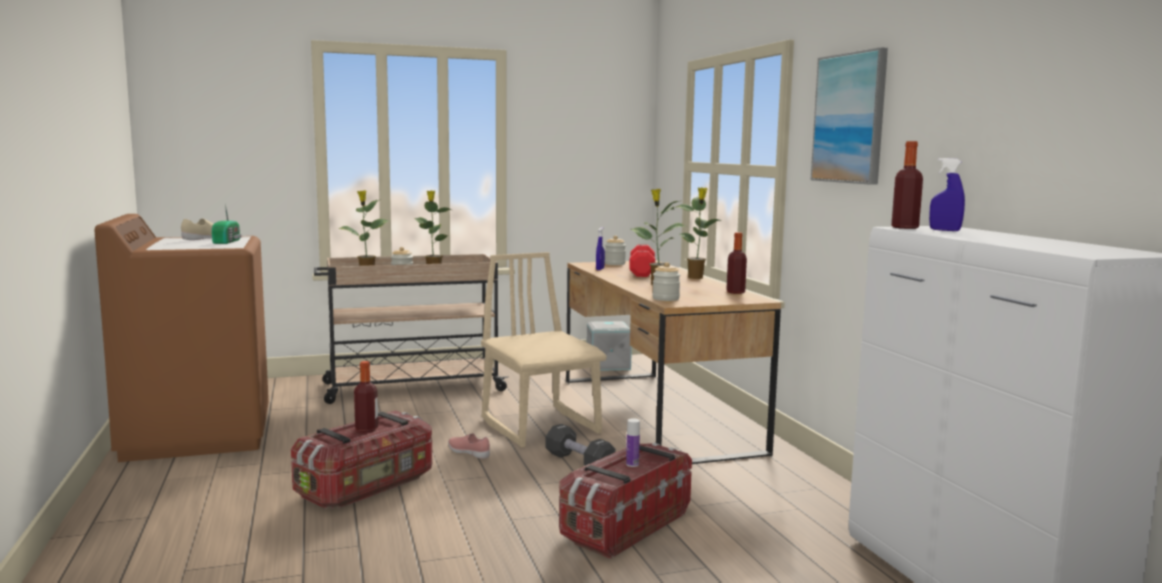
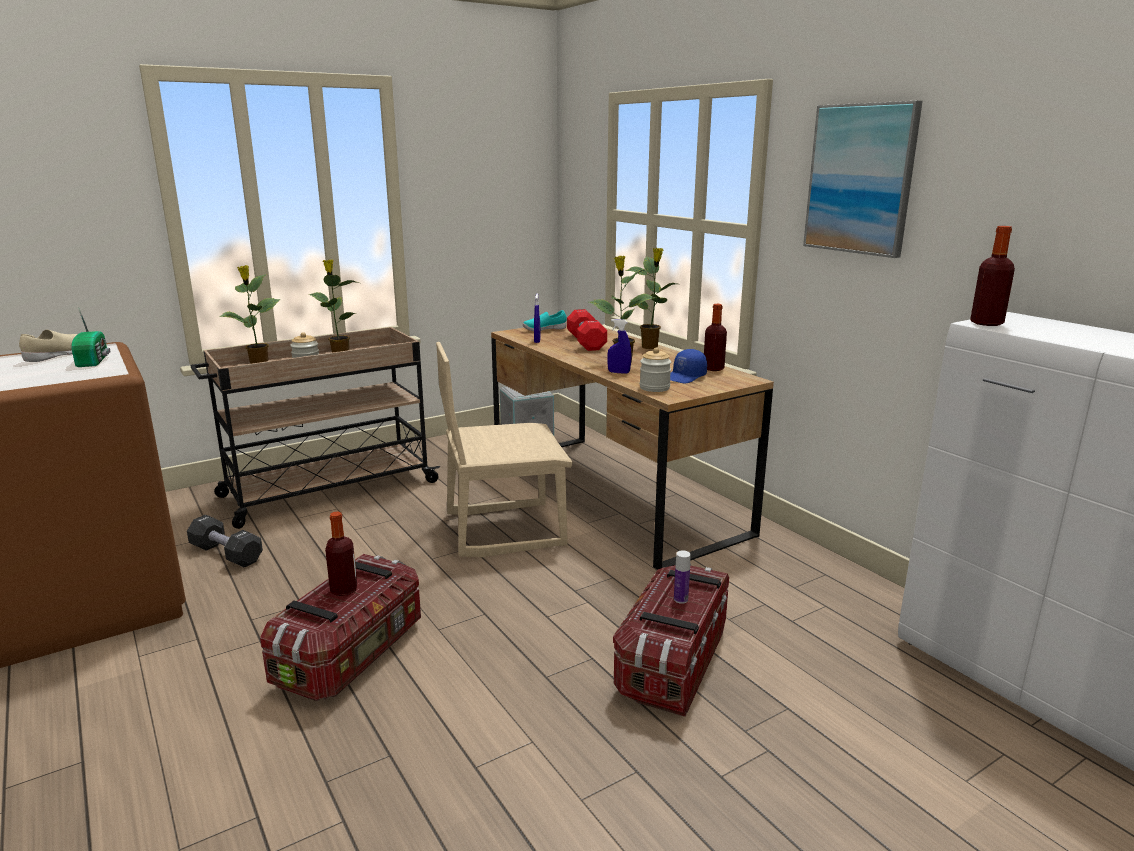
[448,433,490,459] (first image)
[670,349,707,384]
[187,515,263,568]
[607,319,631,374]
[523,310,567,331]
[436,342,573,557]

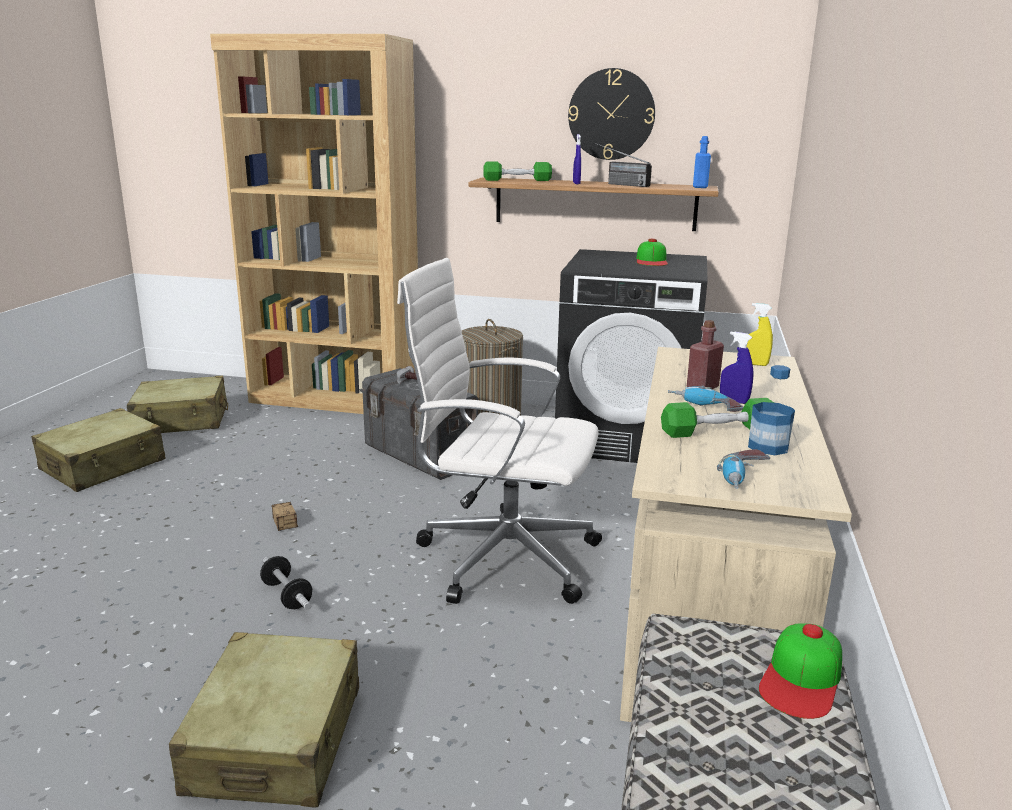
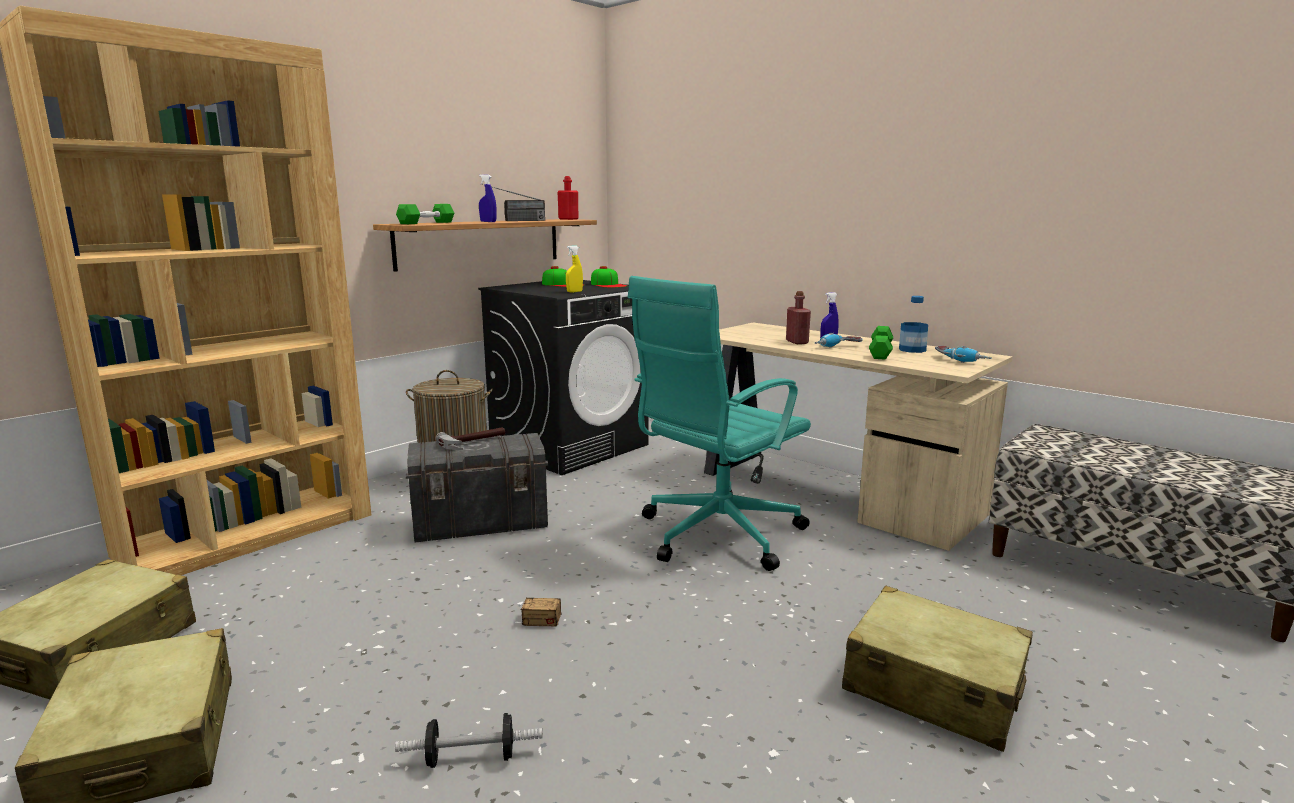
[568,68,655,160] (first image)
[395,713,542,768]
[566,246,583,292]
[591,266,627,288]
[628,276,811,571]
[558,176,579,220]

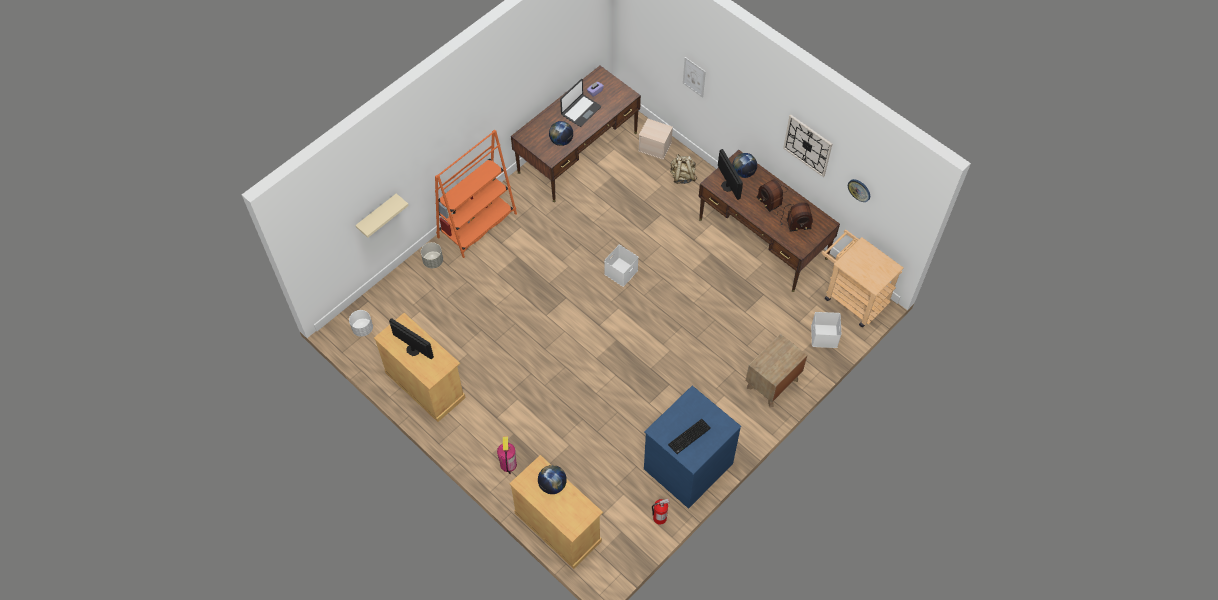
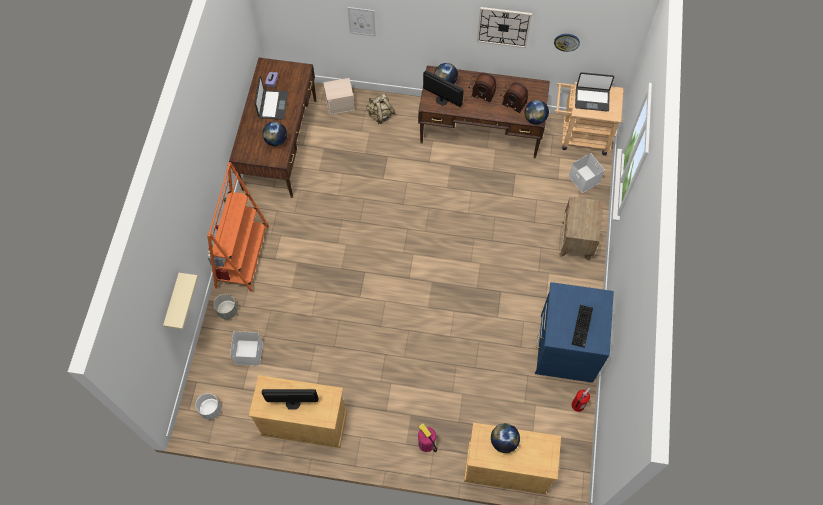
[524,100,549,125]
[575,72,614,111]
[230,331,263,366]
[500,82,528,113]

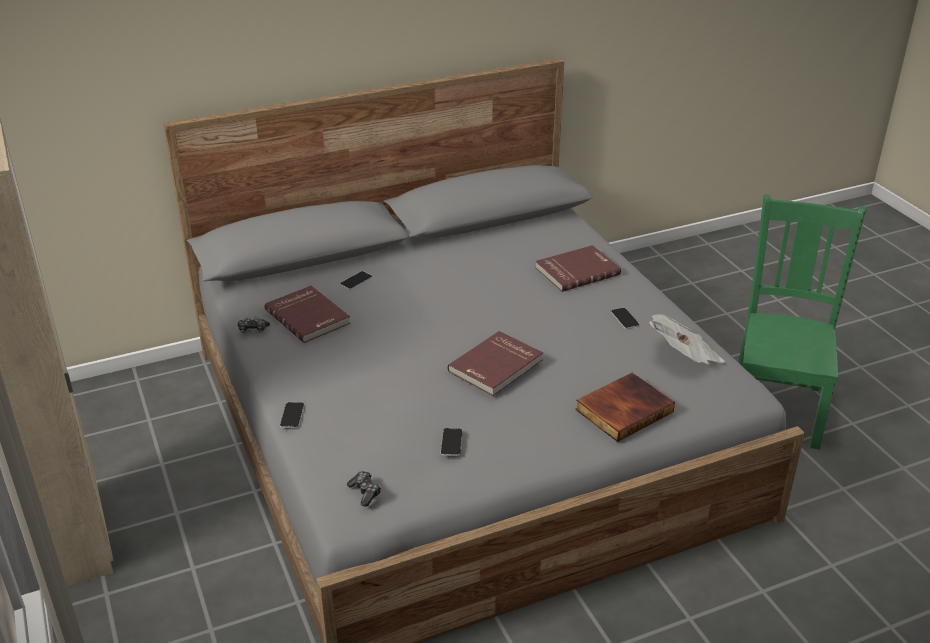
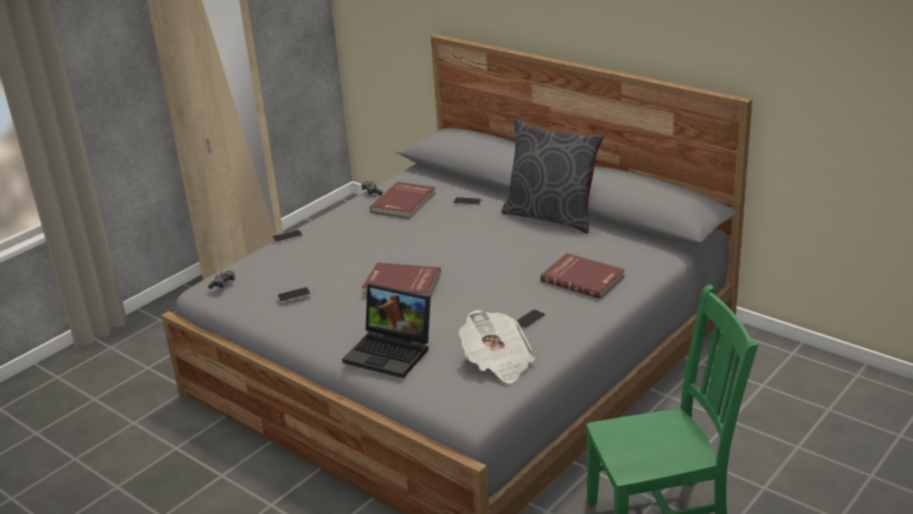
[501,119,604,233]
[342,283,431,378]

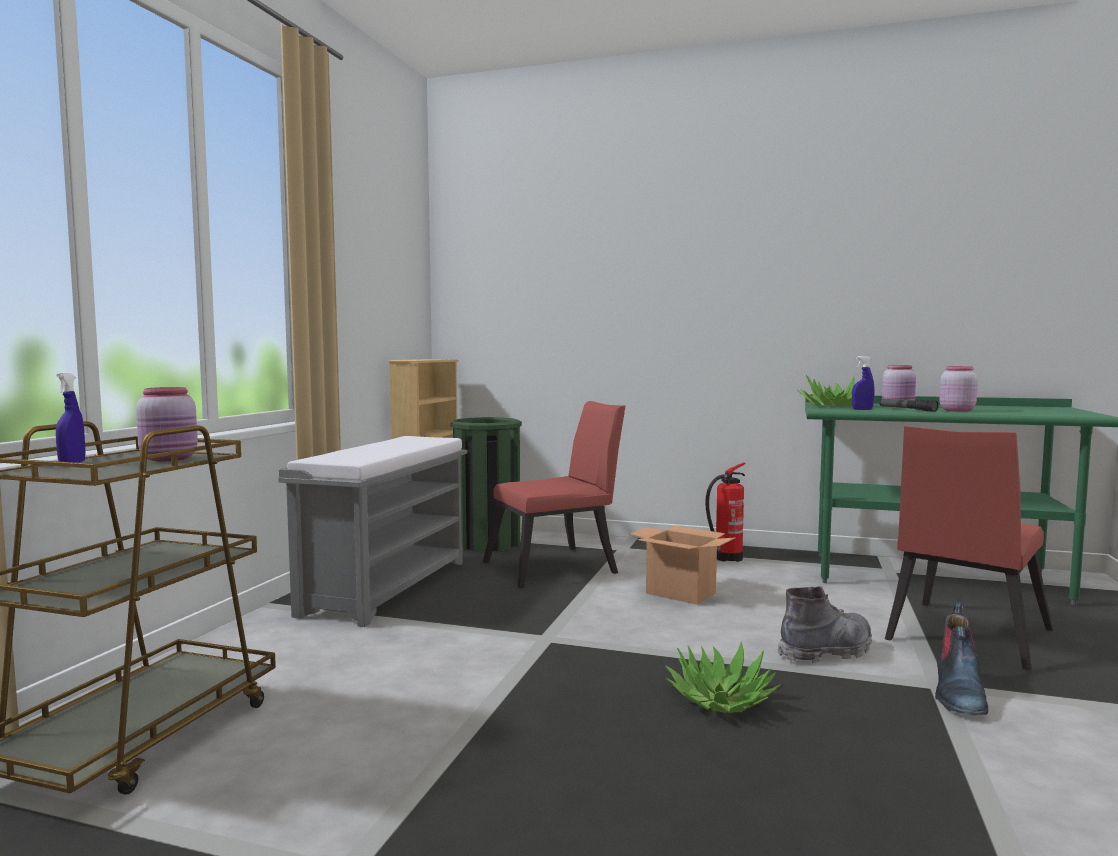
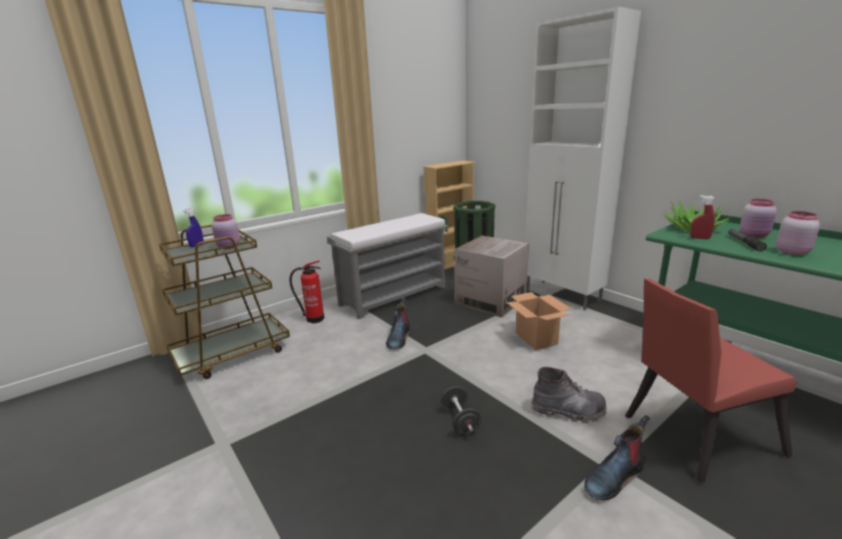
[386,297,410,350]
[525,7,641,310]
[289,260,324,323]
[454,236,529,317]
[441,386,481,435]
[690,195,715,239]

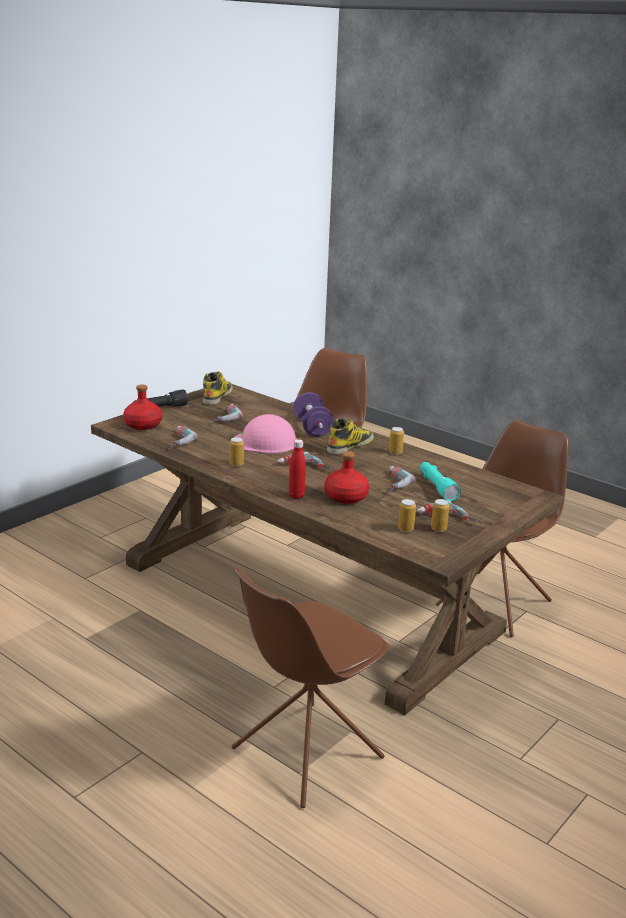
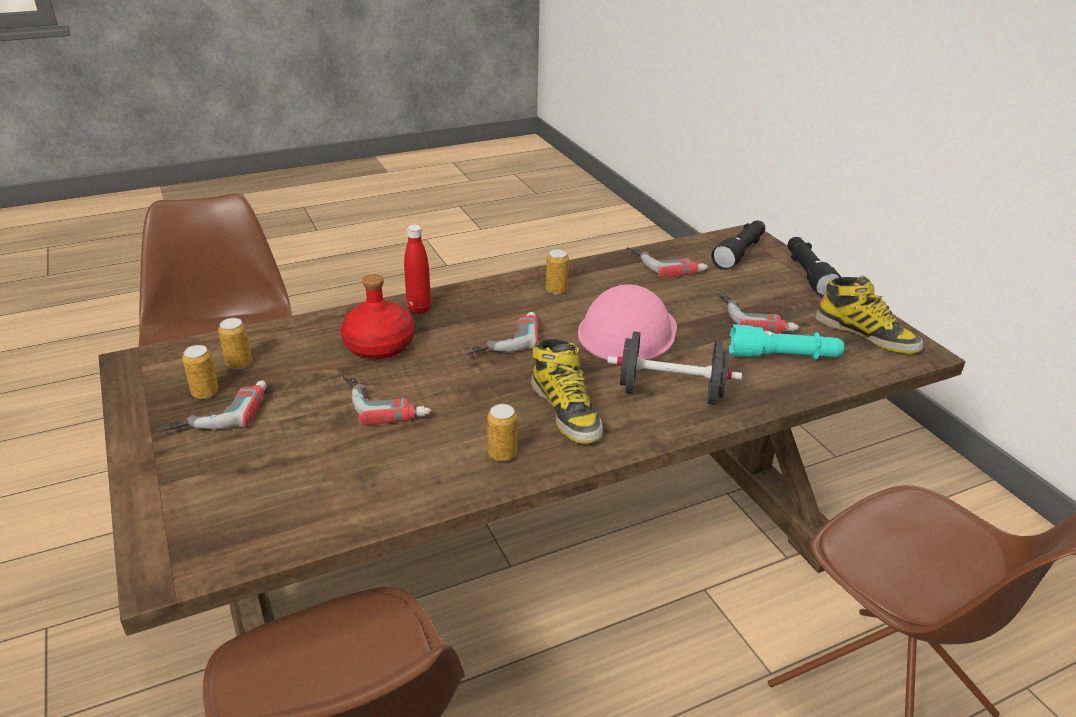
[729,324,844,360]
[711,220,765,270]
[607,331,742,405]

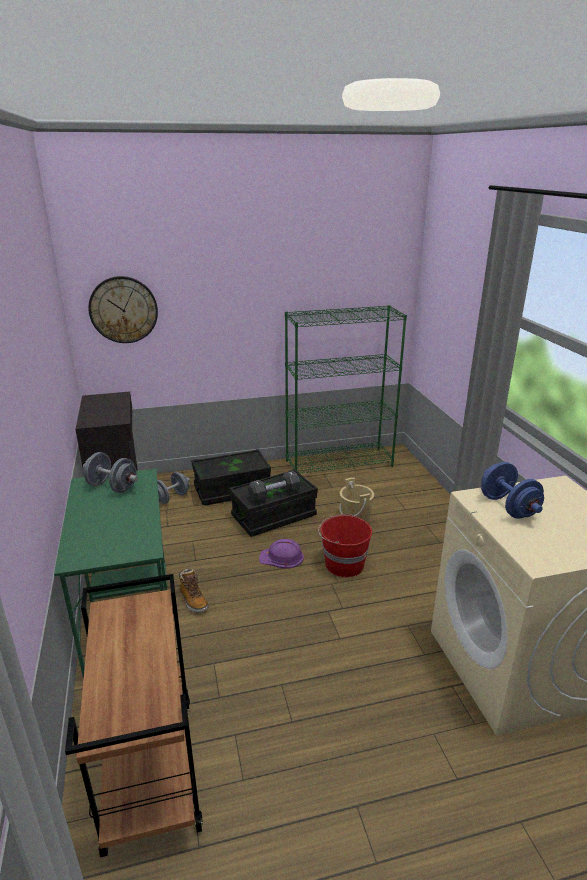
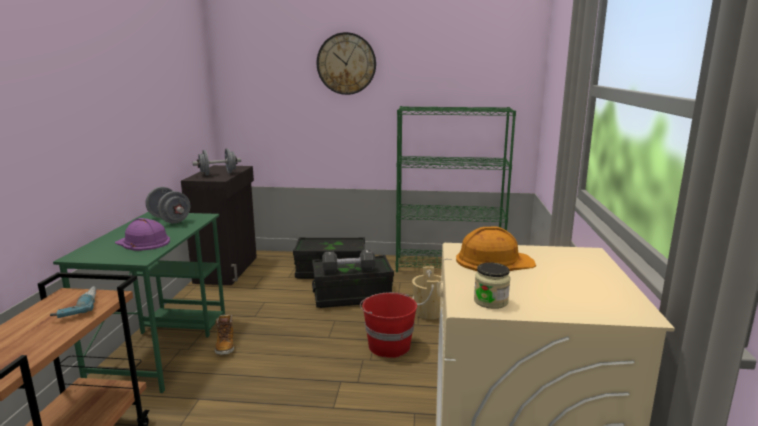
[50,287,96,318]
[474,263,510,309]
[317,32,376,95]
[193,148,241,175]
[115,218,170,251]
[456,227,536,271]

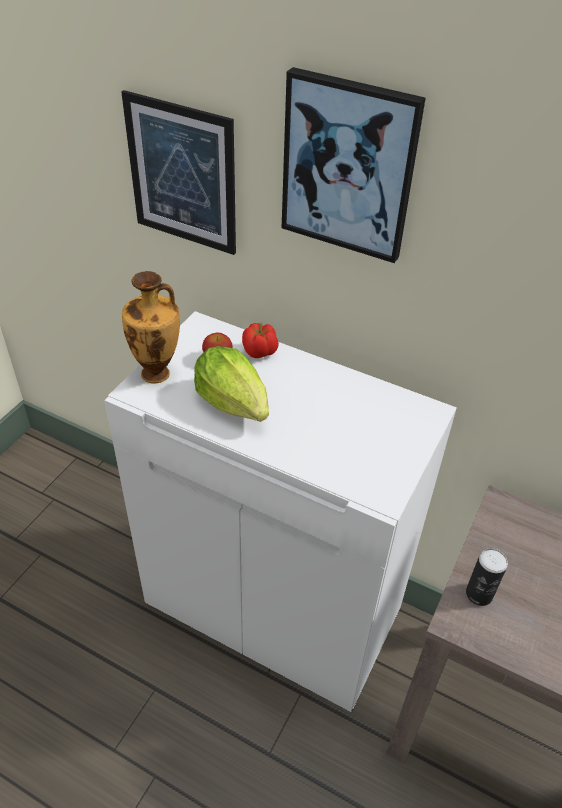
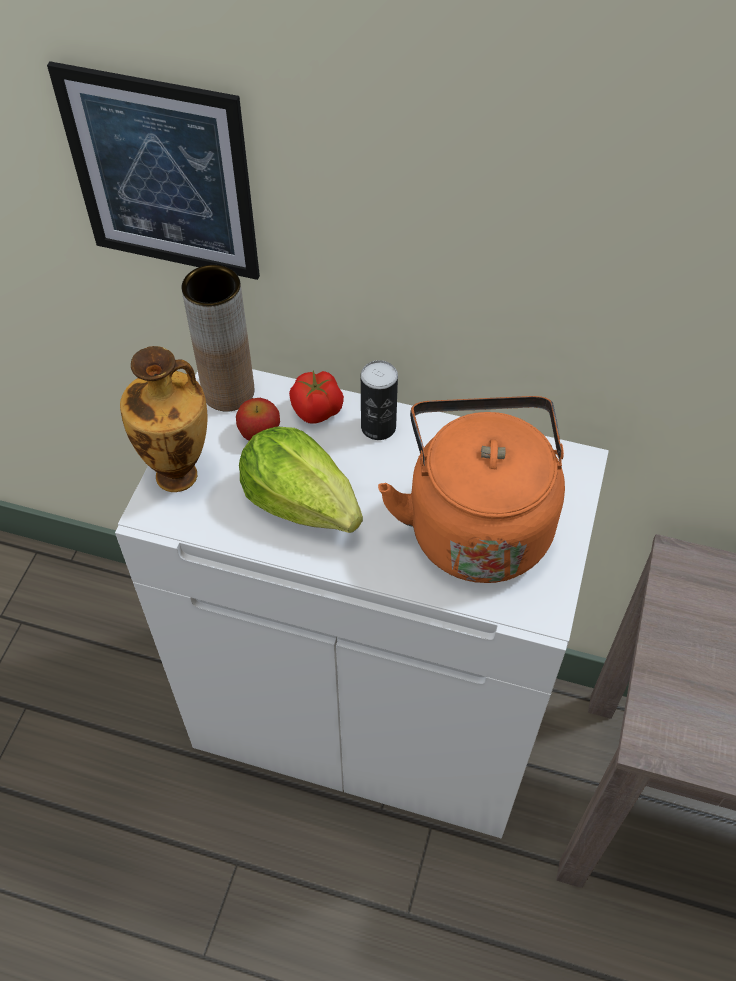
[282,67,426,263] (first image)
[182,265,254,411]
[378,396,565,583]
[361,360,398,440]

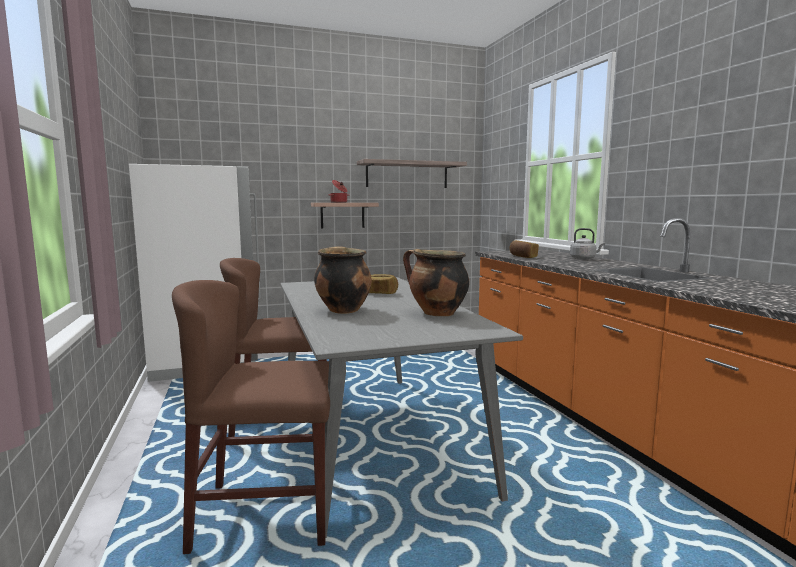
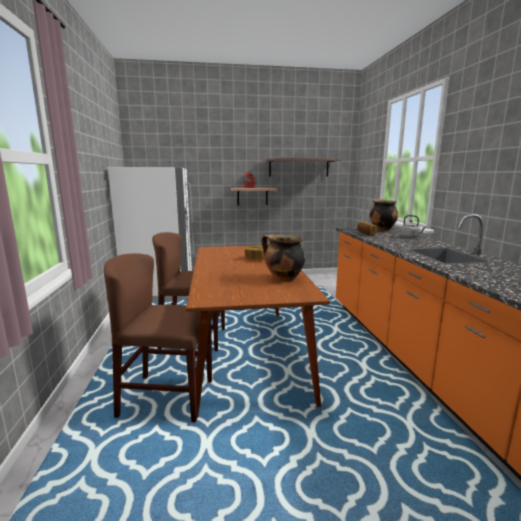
[370,199,398,231]
[186,245,330,418]

